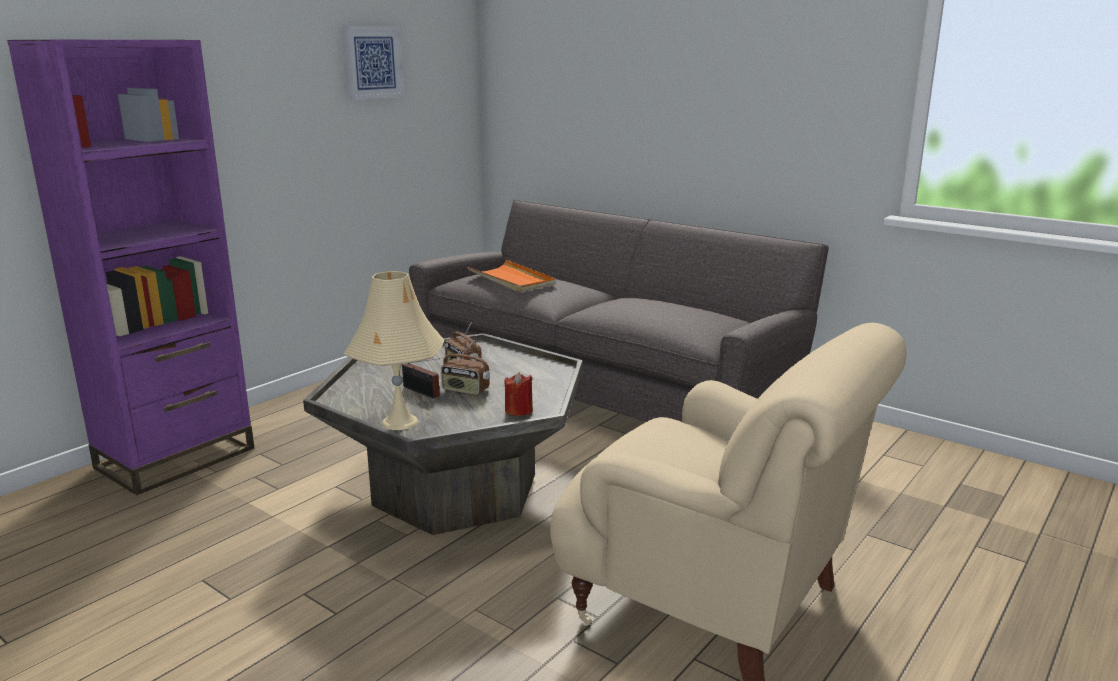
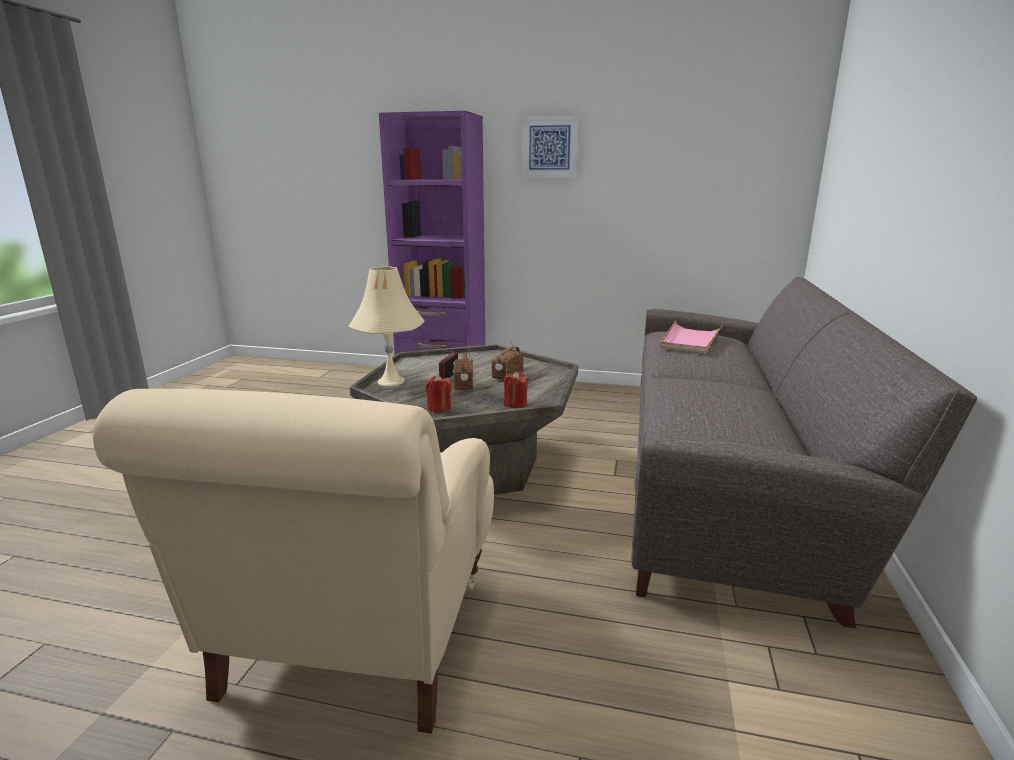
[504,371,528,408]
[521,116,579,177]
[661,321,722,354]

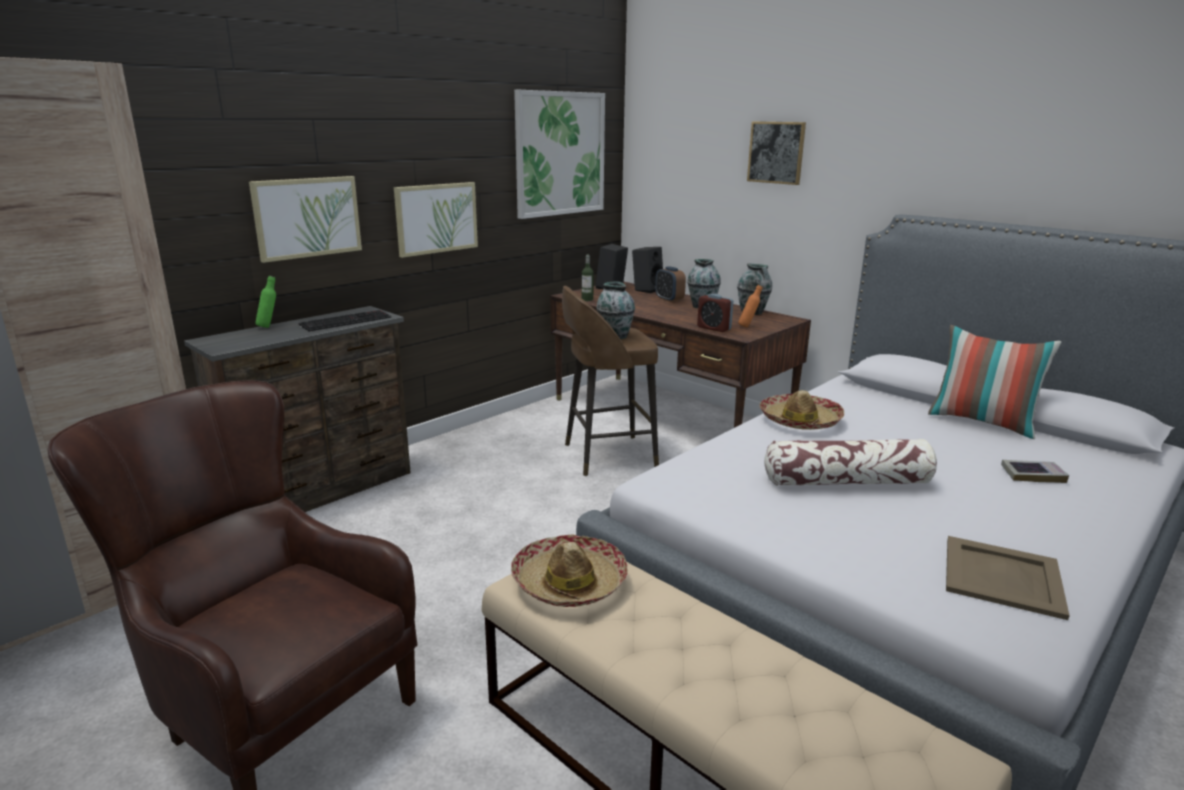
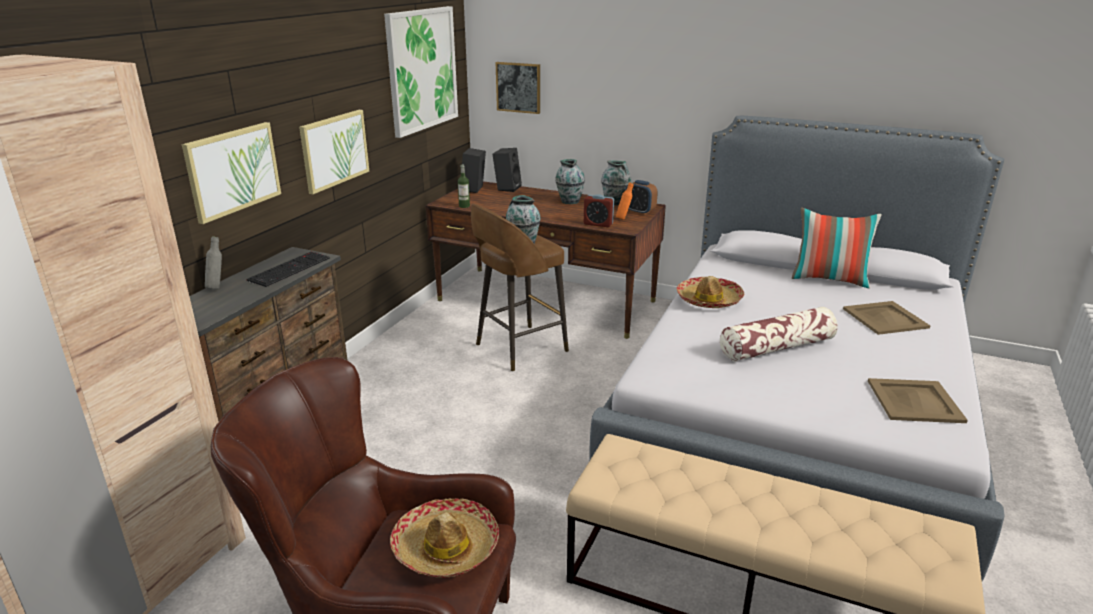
[390,498,499,578]
[625,180,658,215]
[496,62,540,114]
[843,301,930,335]
[205,236,222,289]

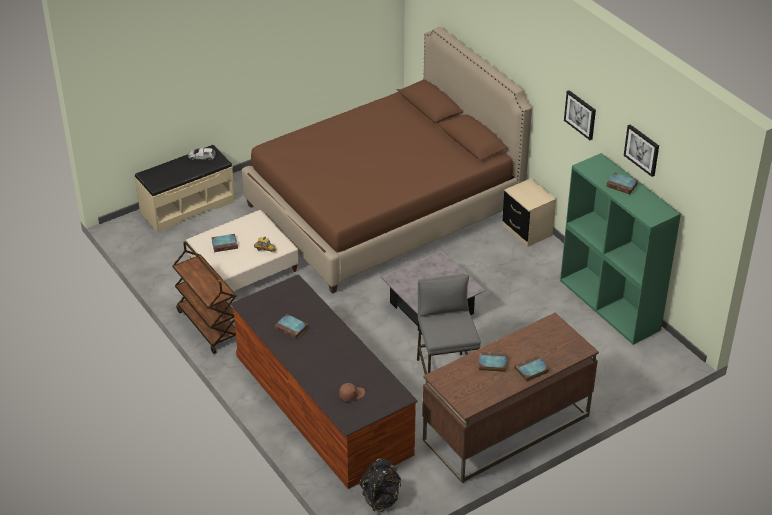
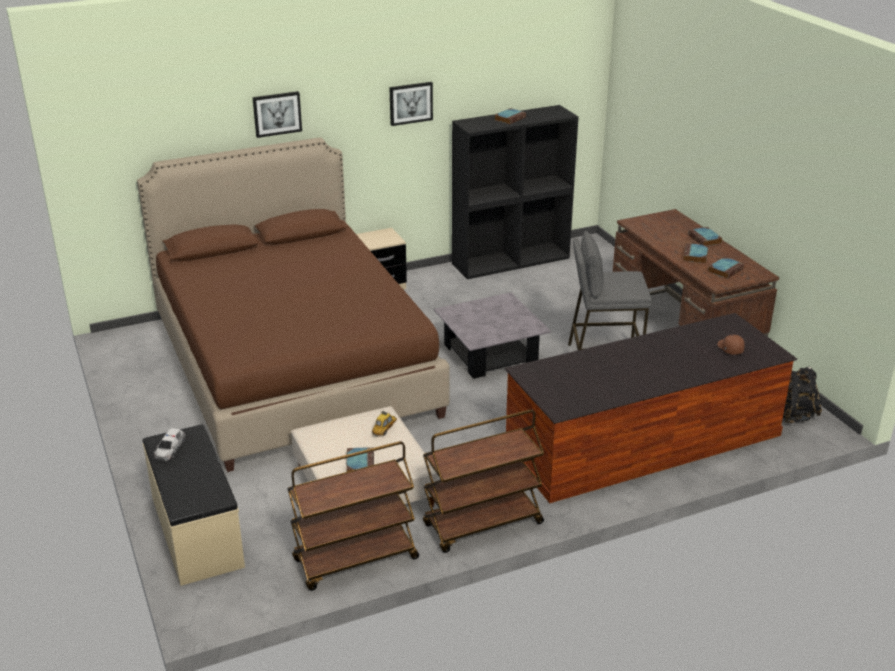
[287,441,419,591]
[708,257,744,279]
[253,91,302,138]
[452,105,579,279]

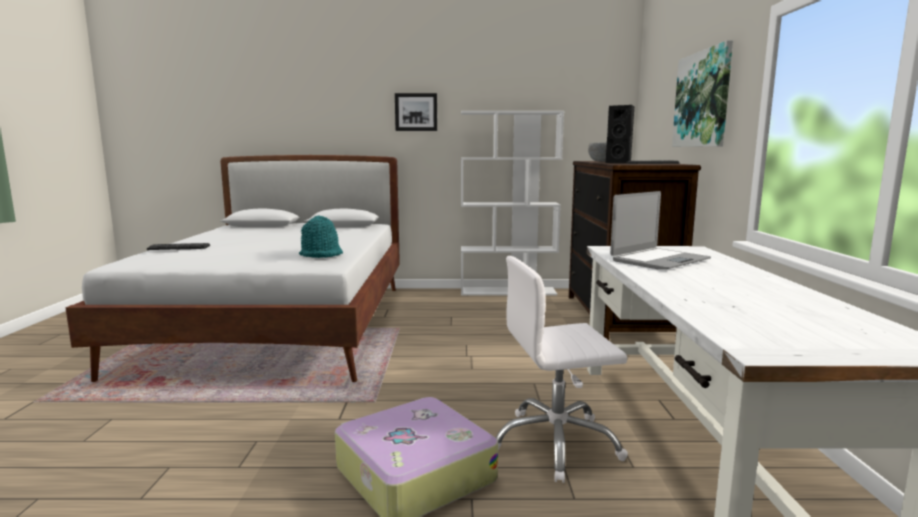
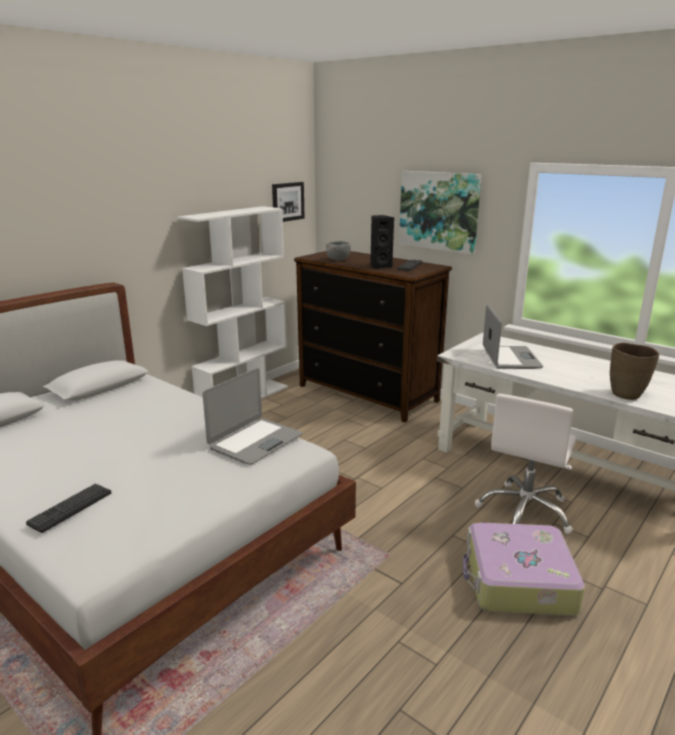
[610,343,659,400]
[272,182,305,222]
[203,368,303,465]

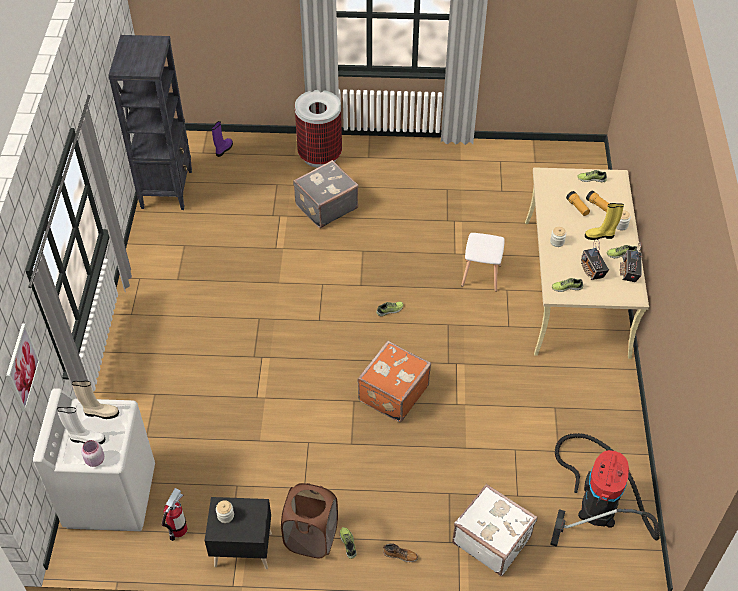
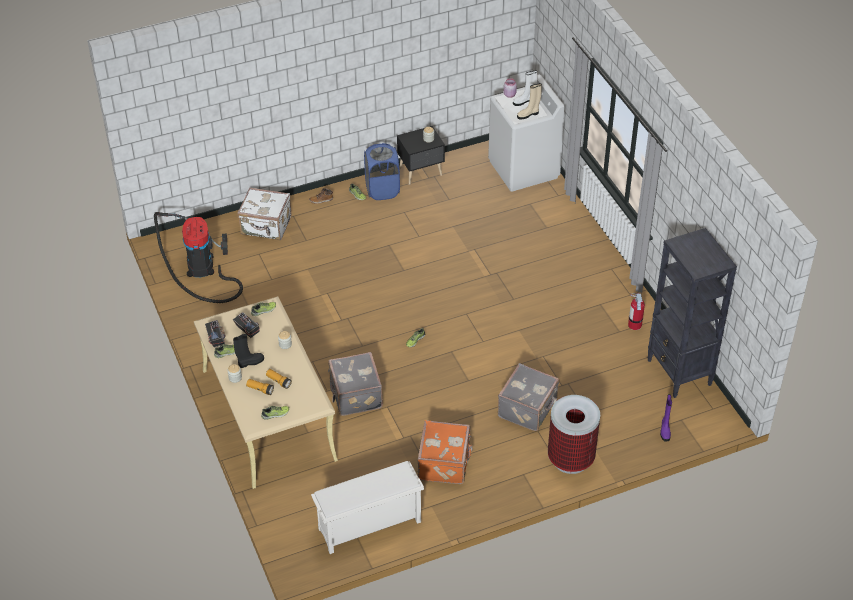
[6,323,40,412] (first image)
[311,461,424,554]
[628,293,645,330]
[418,420,473,484]
[328,352,383,416]
[364,143,400,200]
[233,334,264,368]

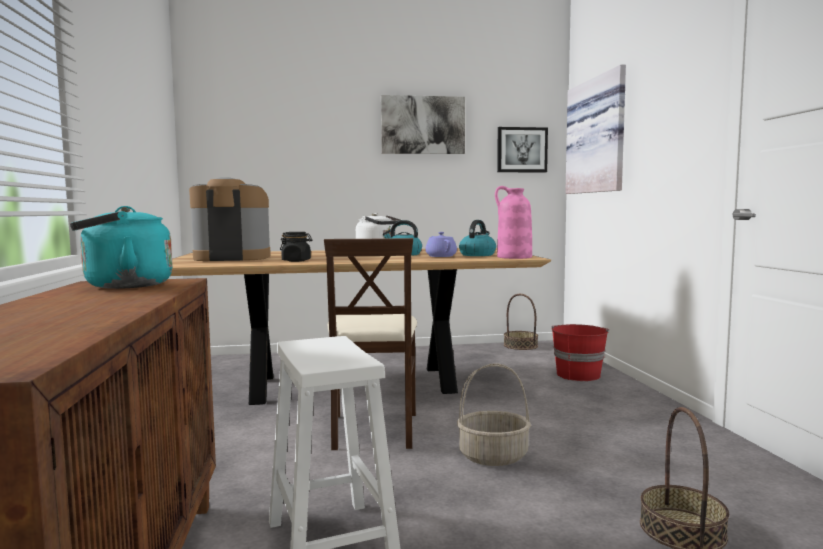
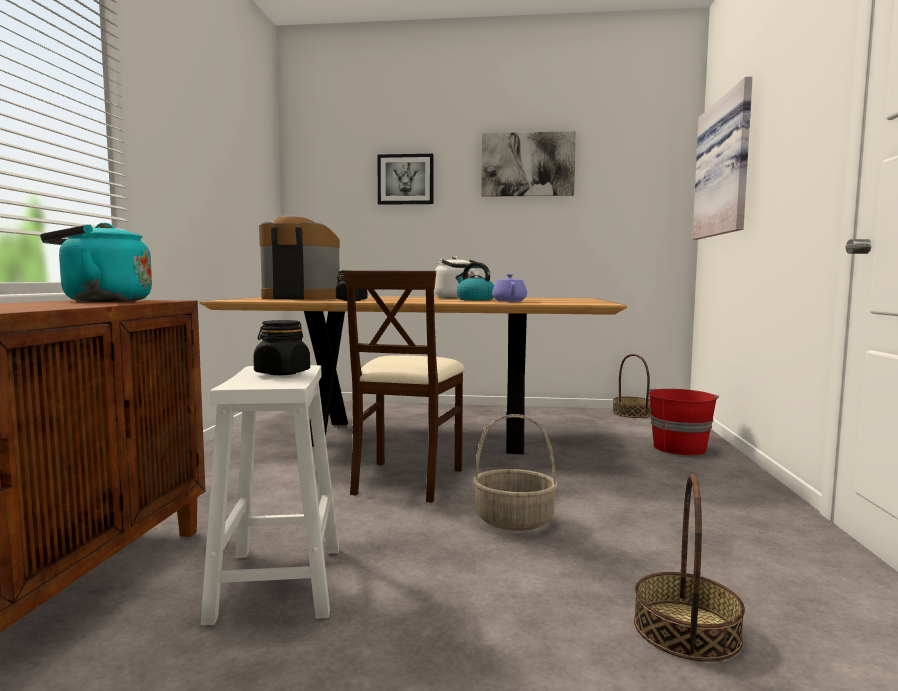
[459,220,496,256] (first image)
[495,186,532,259] (first image)
[253,320,310,375]
[377,154,434,205]

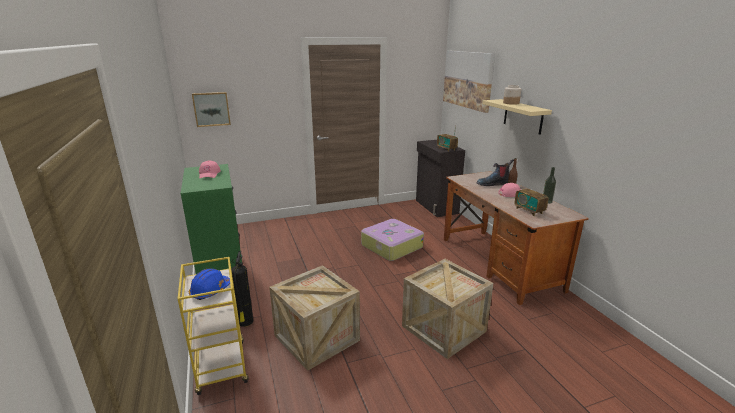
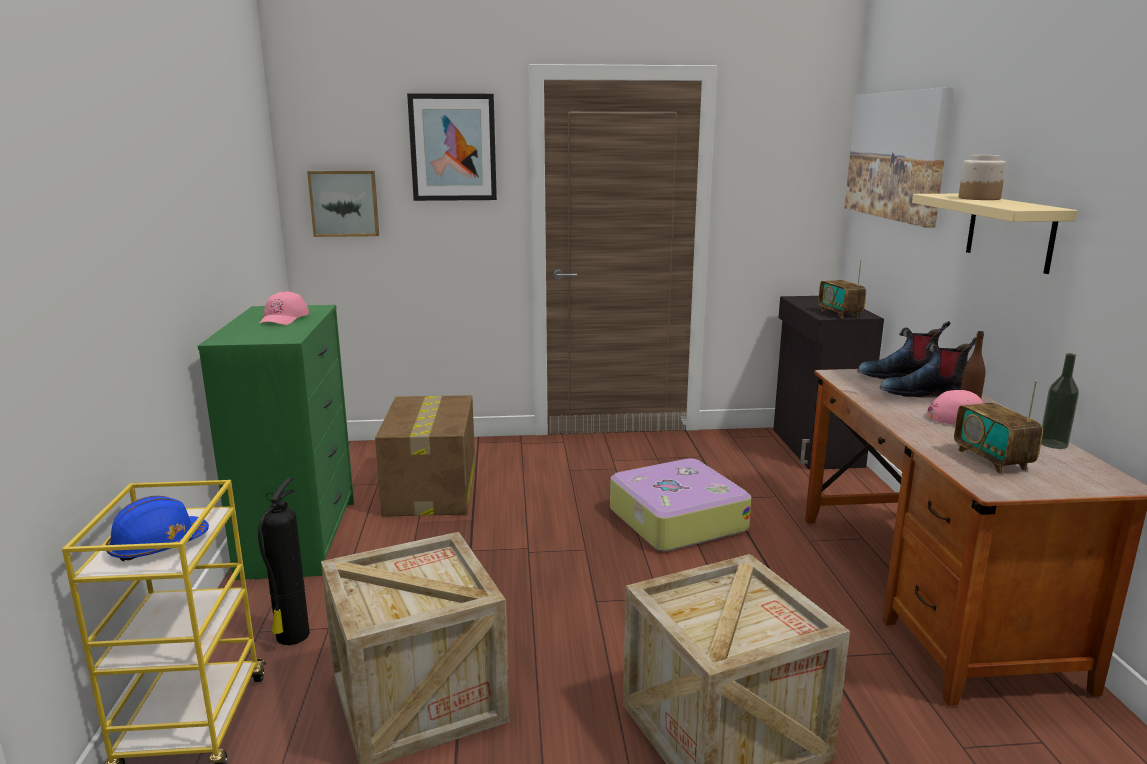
[375,395,475,517]
[407,93,497,201]
[857,321,950,379]

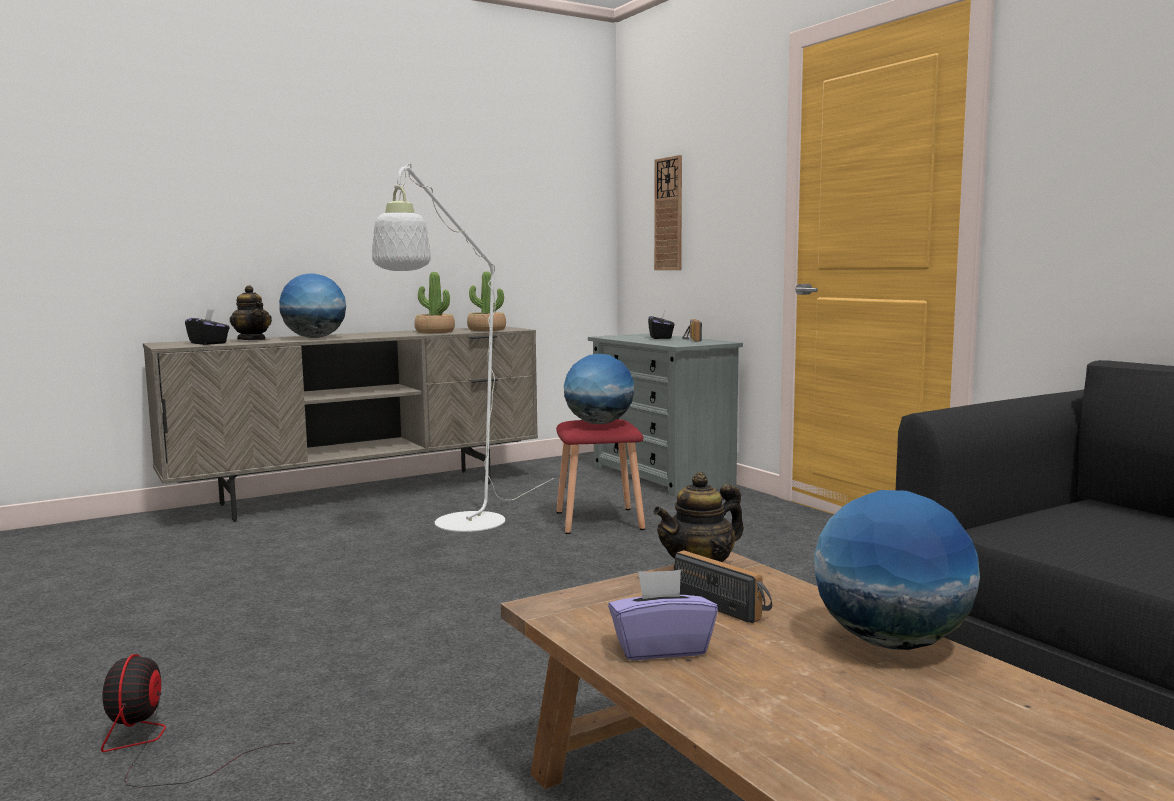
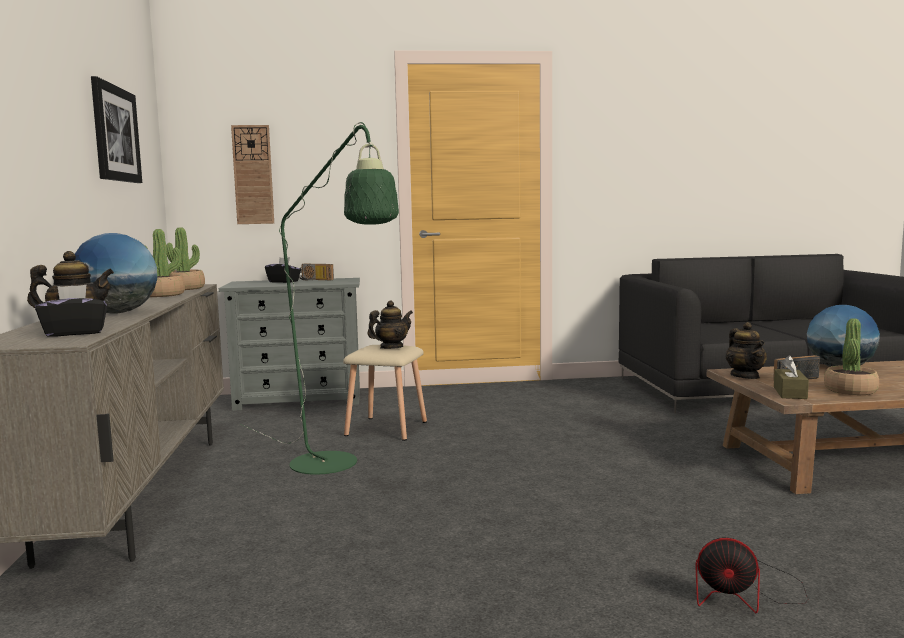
[91,76,142,183]
[774,355,809,399]
[368,300,413,349]
[824,318,879,395]
[240,122,399,475]
[343,345,427,441]

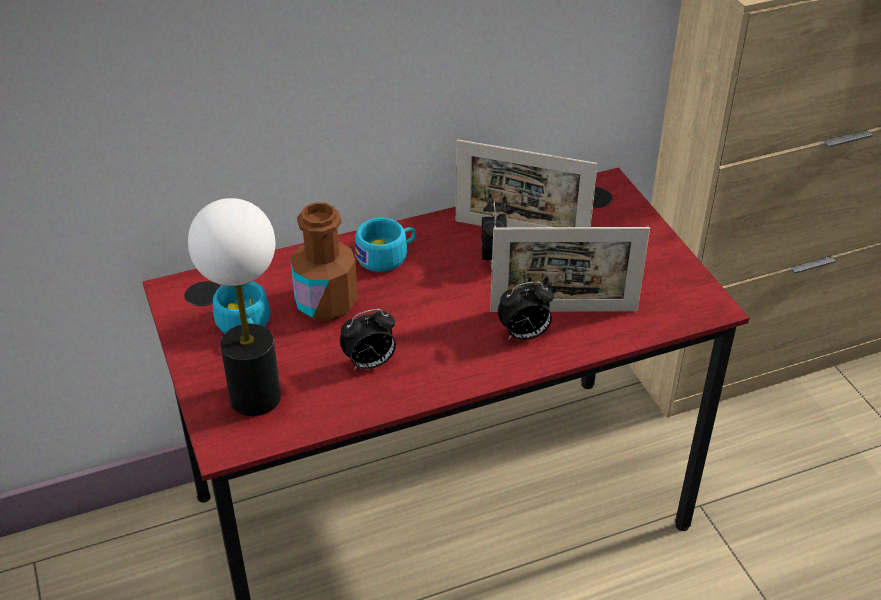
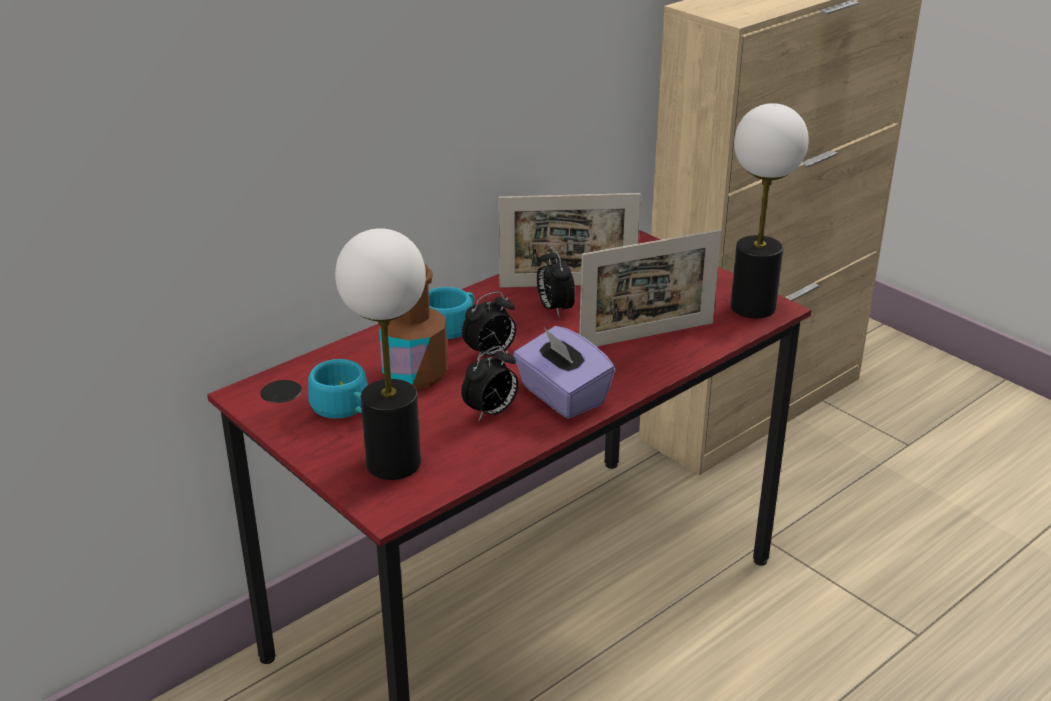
[513,326,615,419]
[730,103,809,318]
[462,292,516,360]

